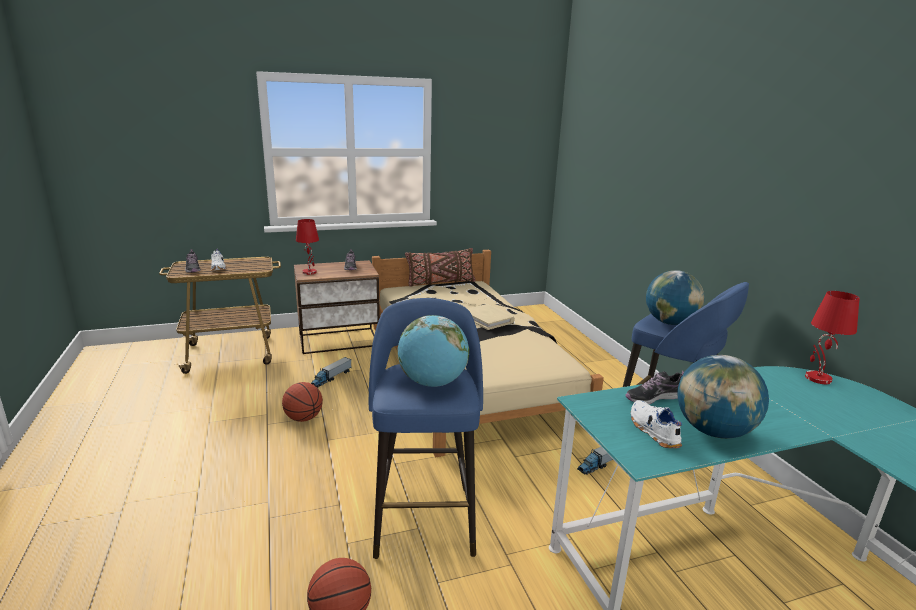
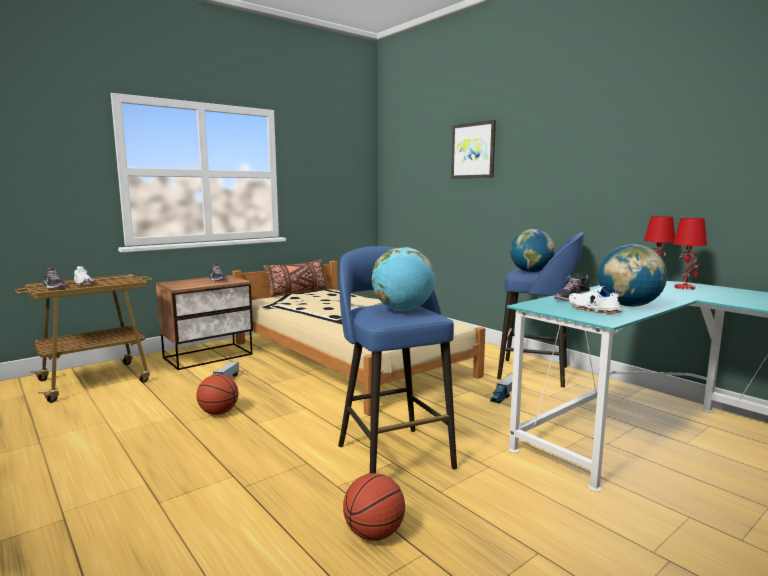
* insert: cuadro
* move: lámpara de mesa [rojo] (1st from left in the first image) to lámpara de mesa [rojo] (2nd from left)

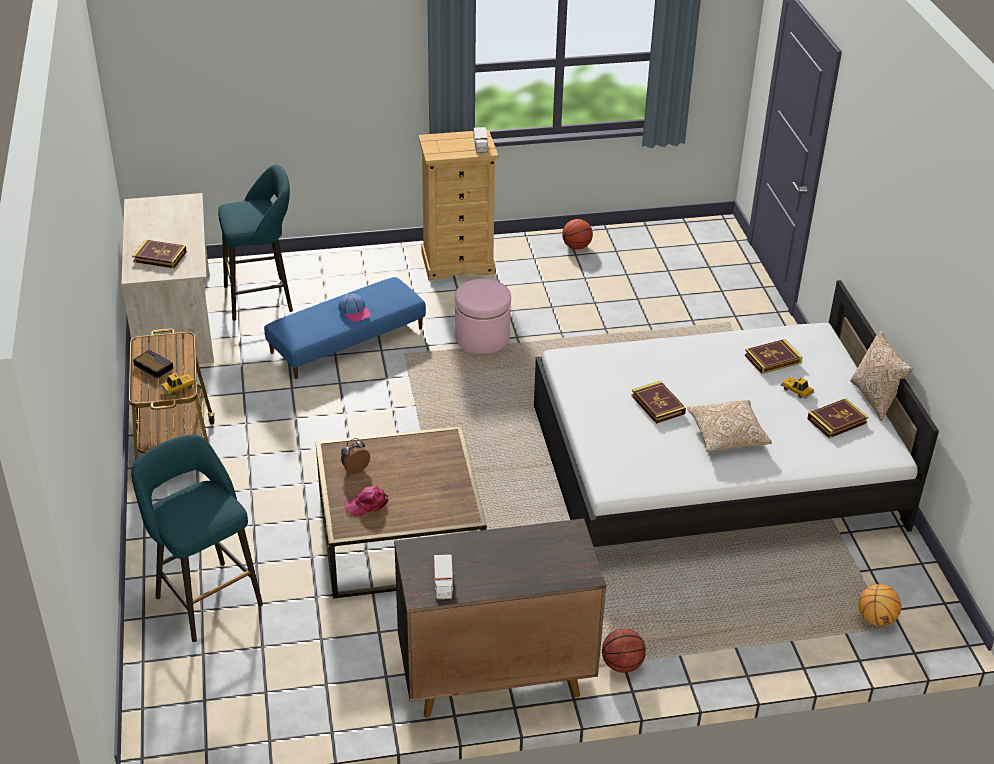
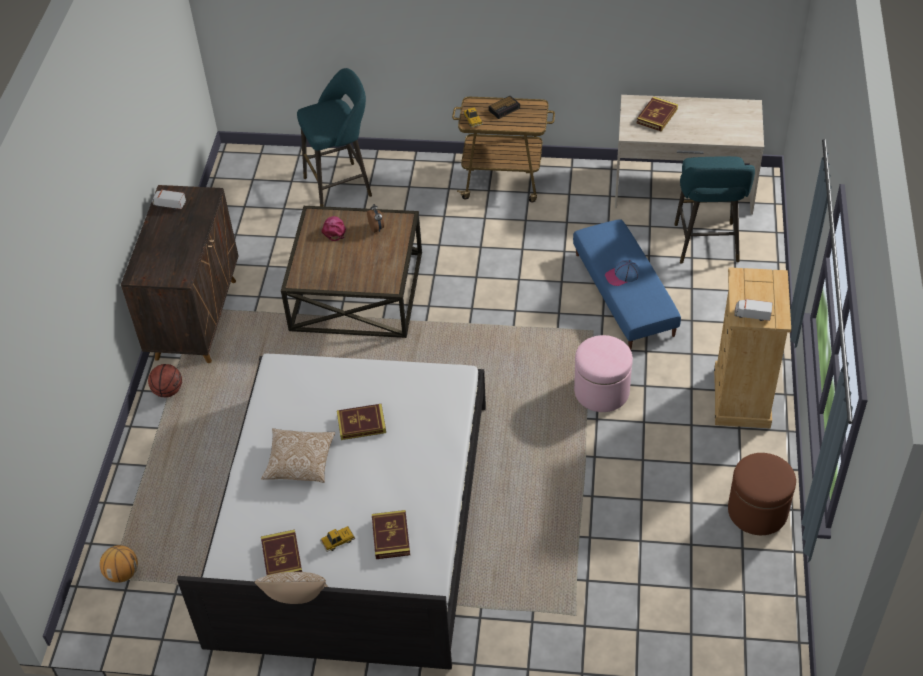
* replace: balón de baloncesto (1st from left) to puf [marrón]

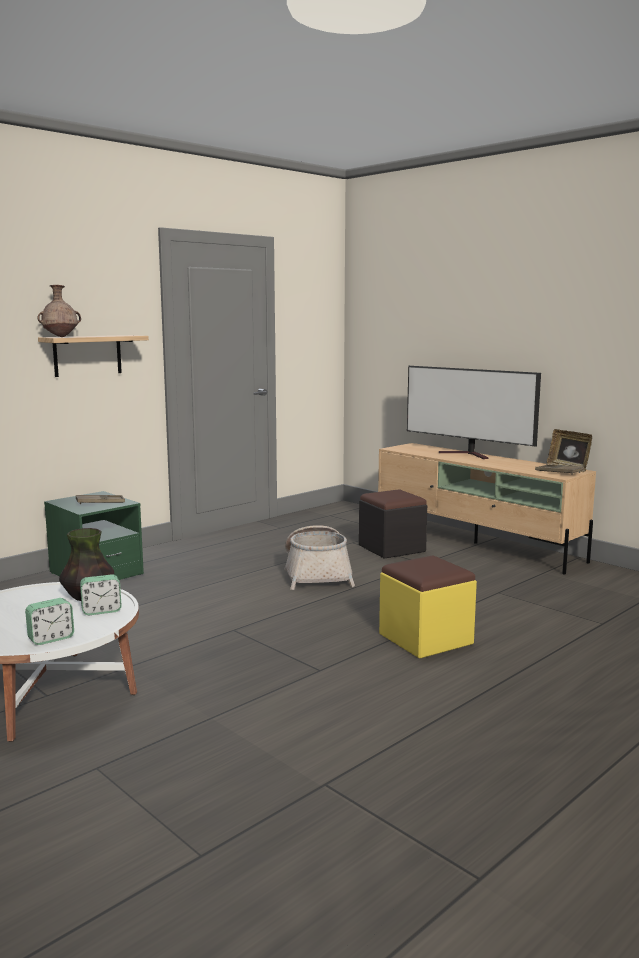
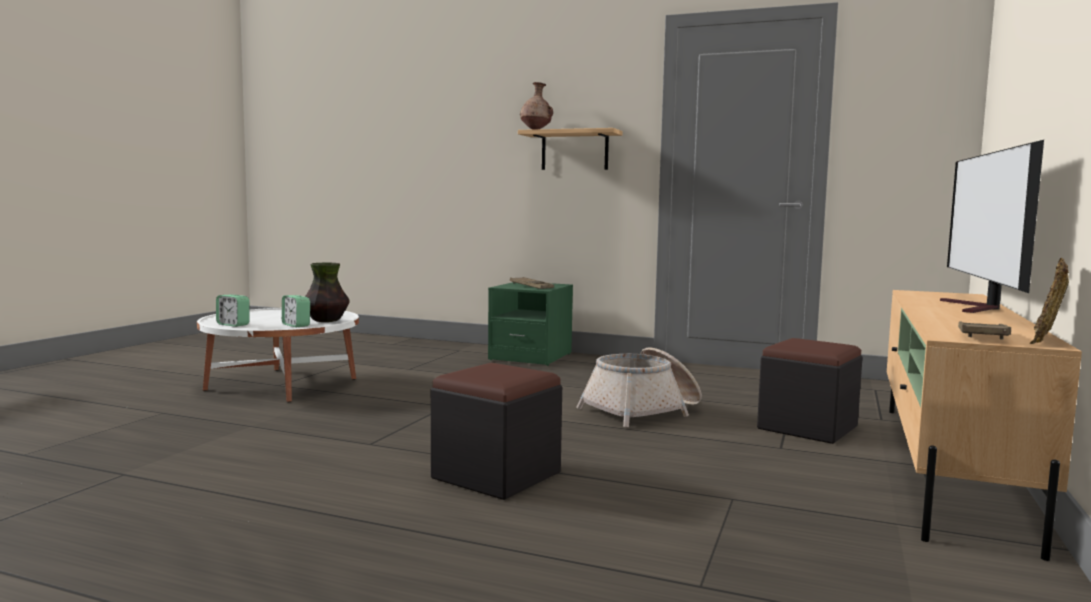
* recolor: puf [amarillo] to puf [negro] (1st from left)

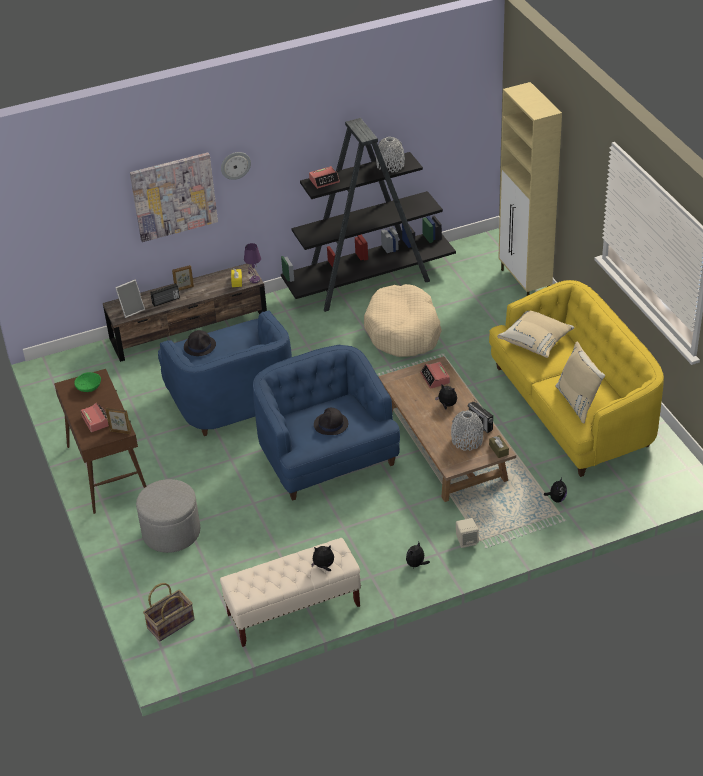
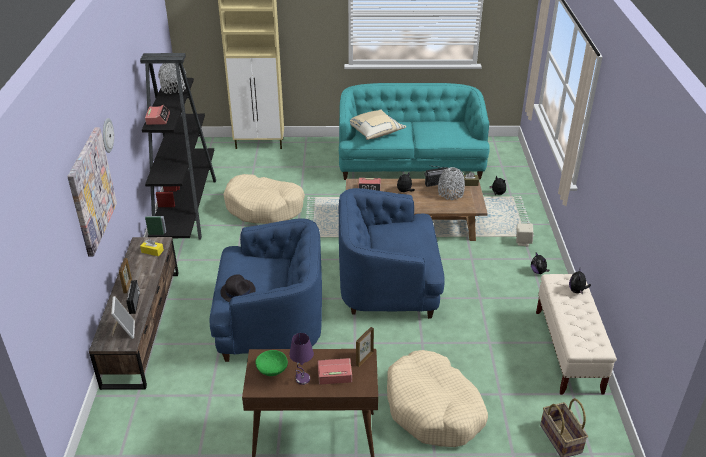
* move: lámpara de mesa [morado]
* recolor: sofá [amarillo] to sofá [turquesa]
* replace: puf [gris] to cama para perro [beis] (2nd from left)
* delete: sombrero [negro] (2nd from left)
* delete: cojín [beis] (2nd from left)

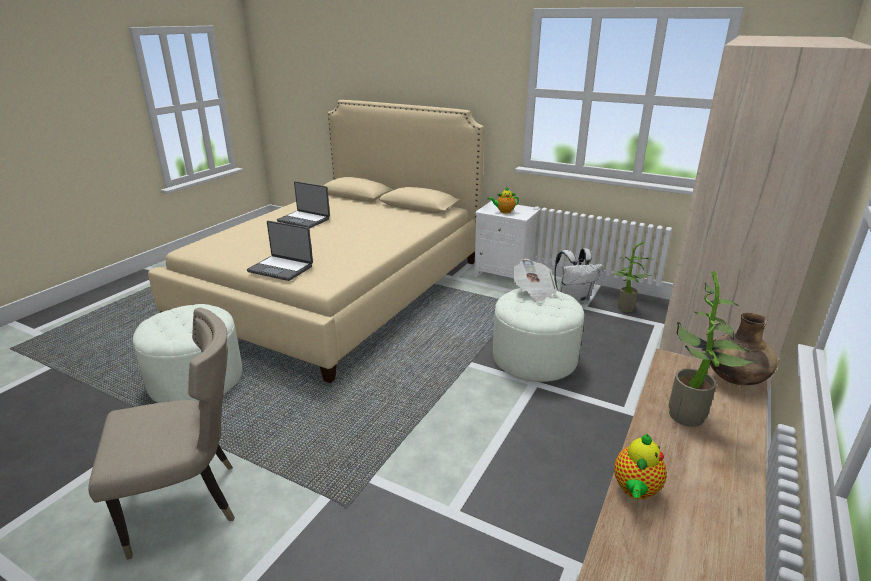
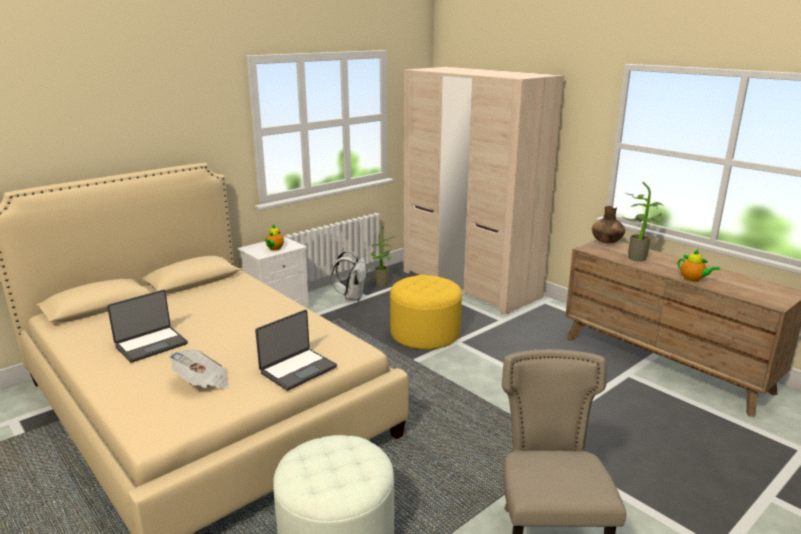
* move: periódico
* recolor: puf [blanco] (2nd from left) to puf [amarillo]

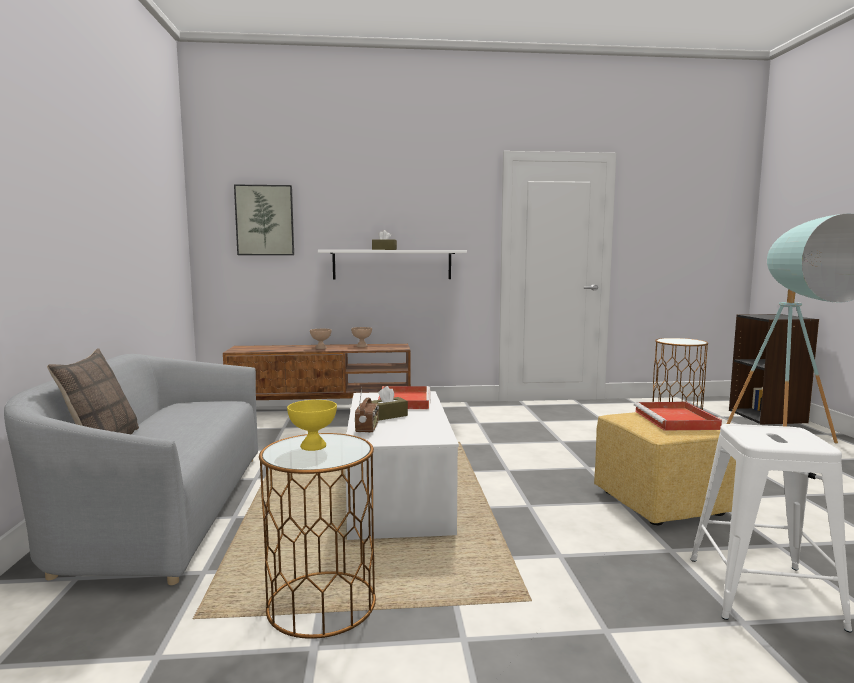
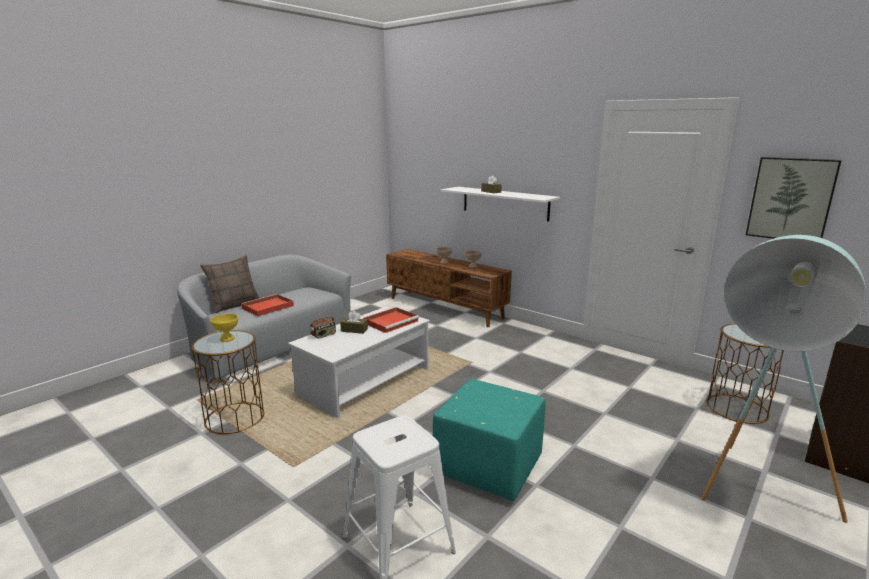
* move: bandeja [rojo] (2nd from left in the first image) to bandeja [rojo] (1st from left)
* recolor: puf [amarillo] to puf [turquesa]
* move: cuadro

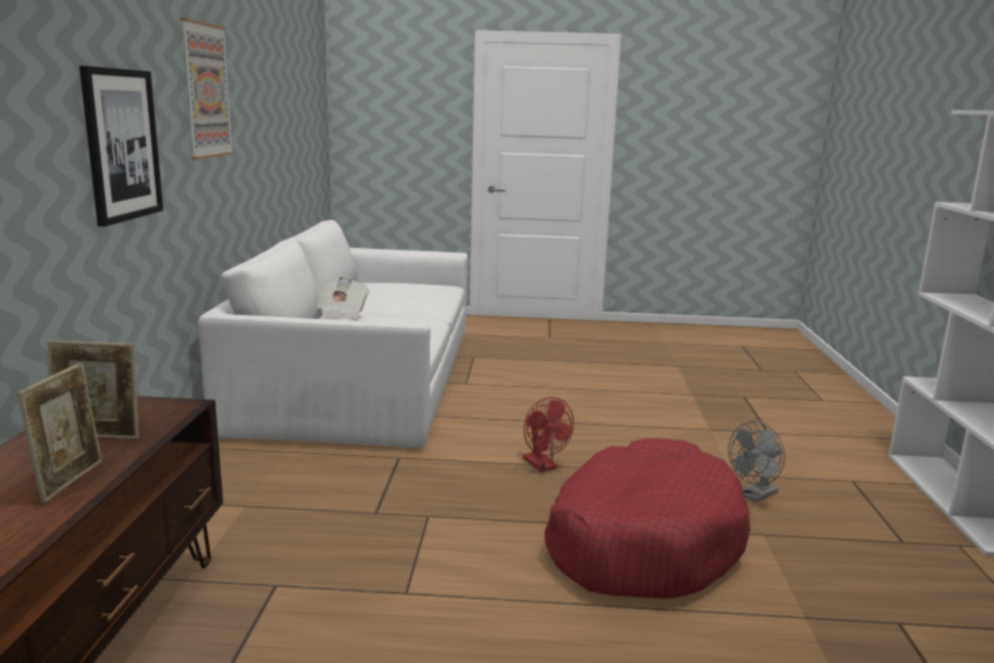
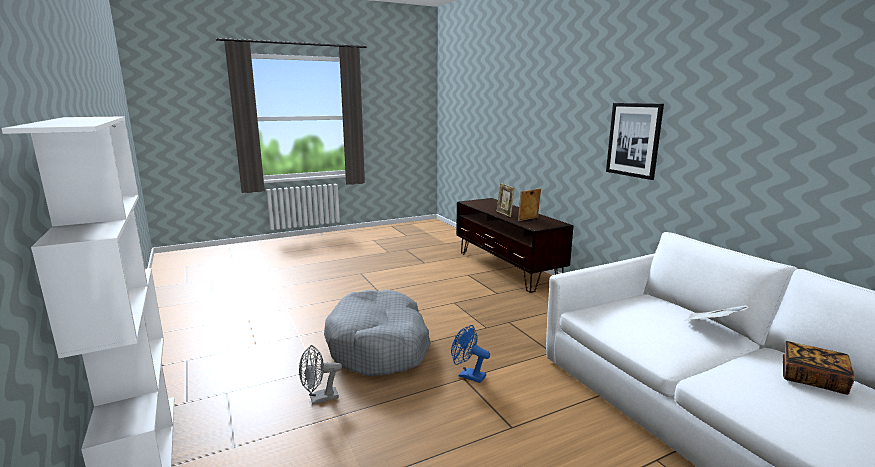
* rotate: ventilador [gris] 135 degrees counterclockwise
* recolor: cama para perro [rojo] to cama para perro [gris]
* recolor: ventilador [rojo] to ventilador [azul]
* insert: libro
* delete: cuadro (2nd from left)

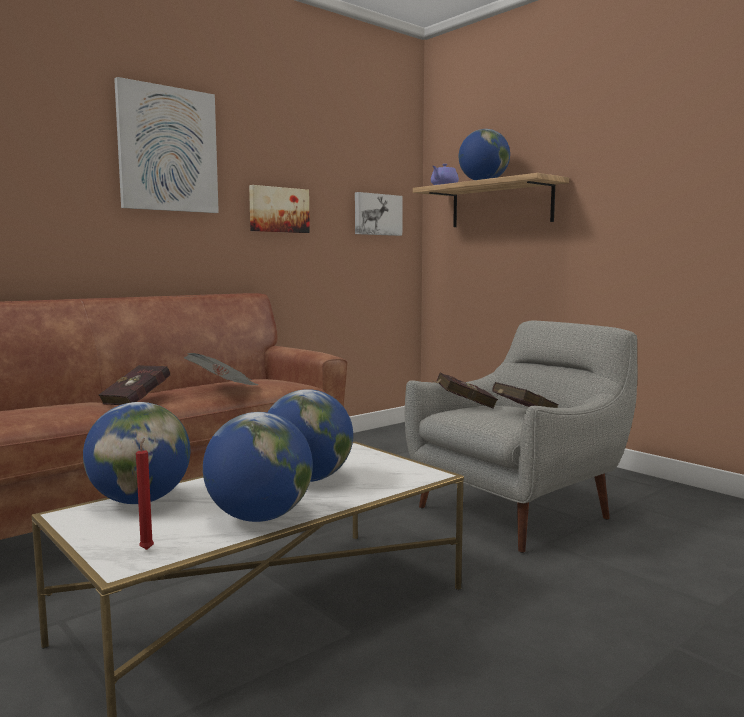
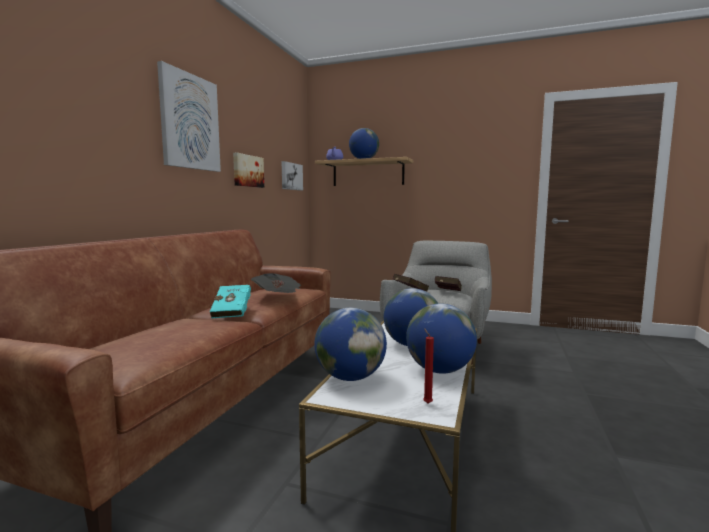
* recolor: libro [rojo] (1st from left) to libro [turquesa]

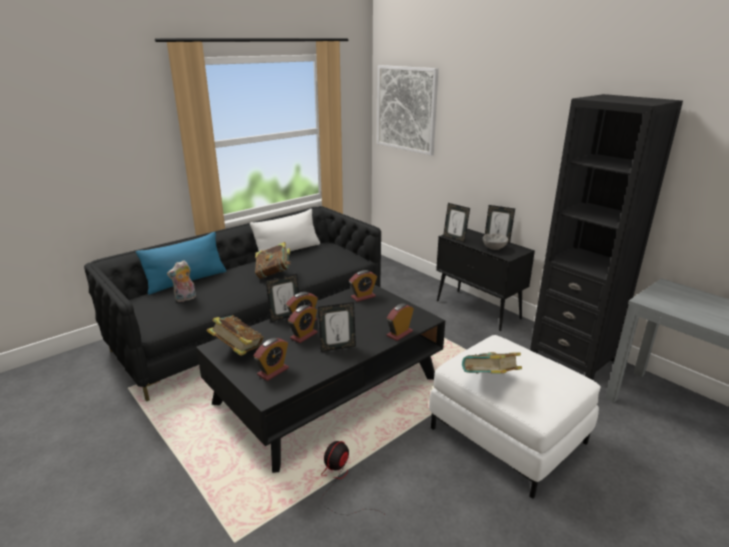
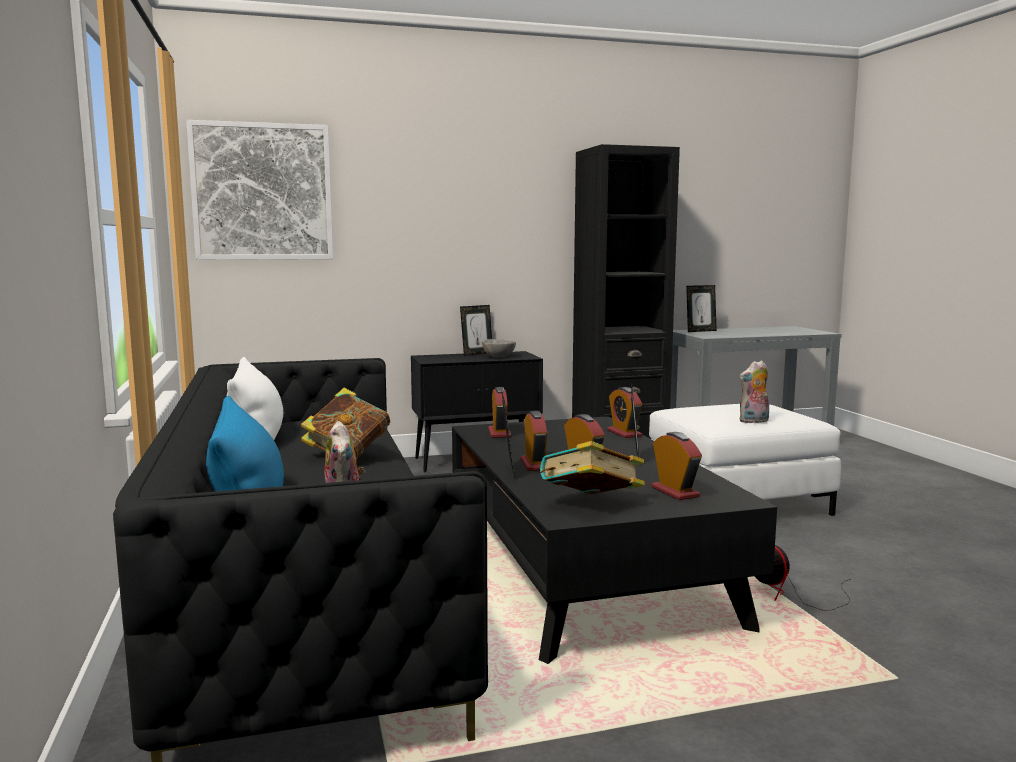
* move: portarretratos (3rd from left in the first image) to portarretratos (4th from left)
* replace: libro (3rd from left) to peluche (2nd from left)

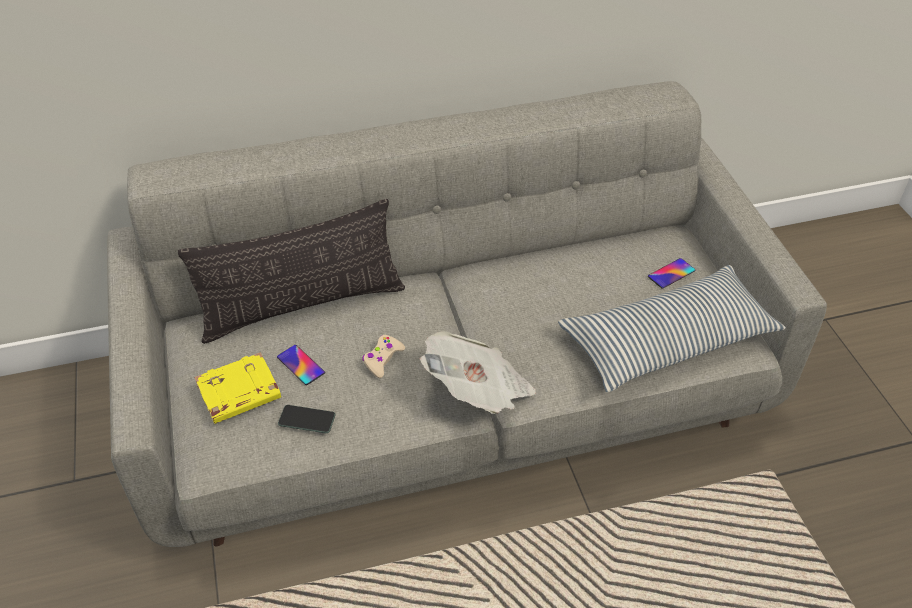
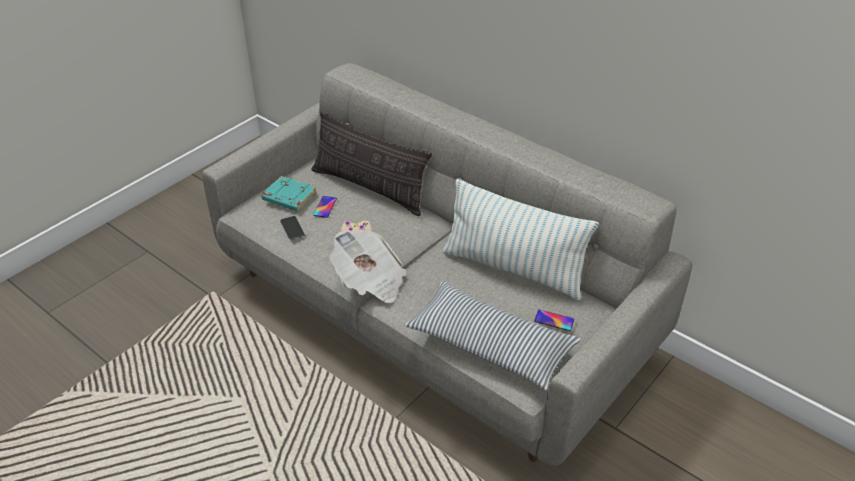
* recolor: libro [amarillo] to libro [turquesa]
* insert: cojín (3rd from left)

